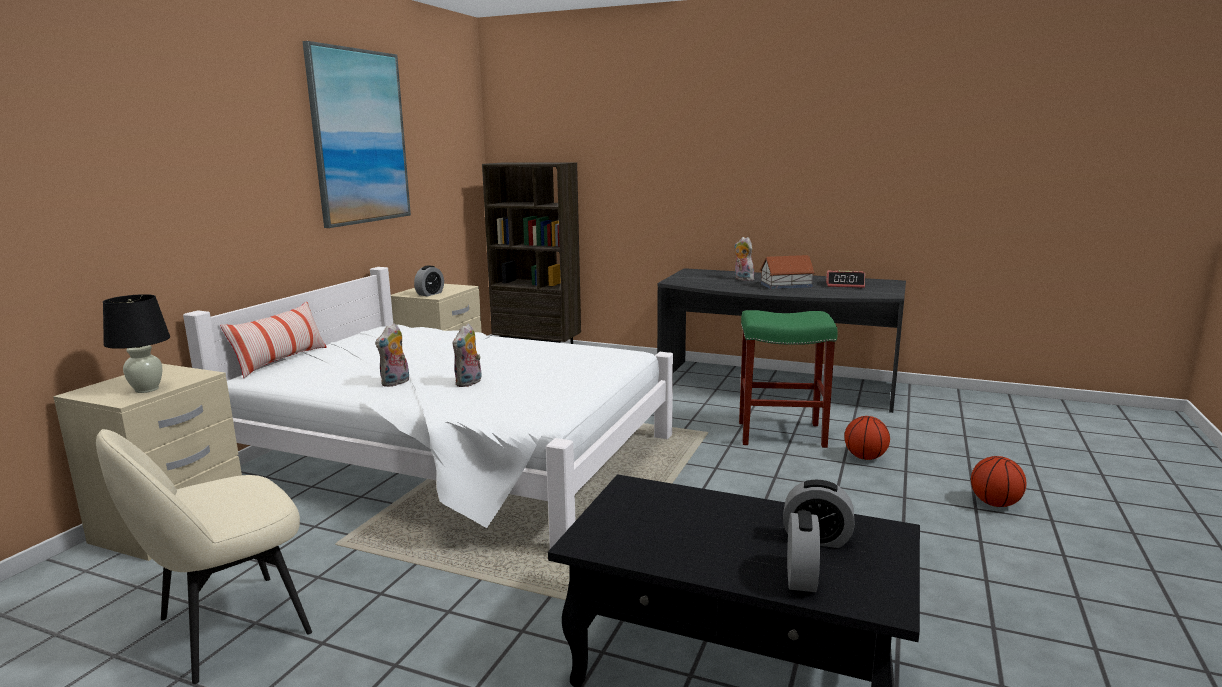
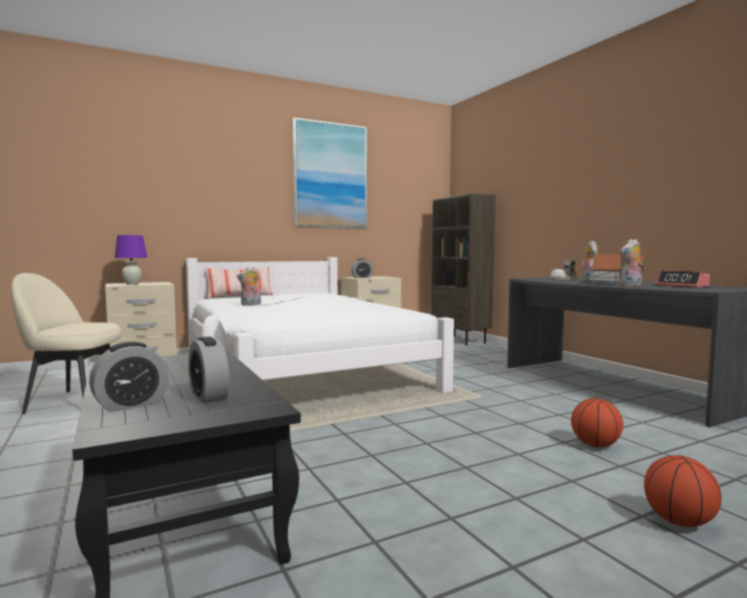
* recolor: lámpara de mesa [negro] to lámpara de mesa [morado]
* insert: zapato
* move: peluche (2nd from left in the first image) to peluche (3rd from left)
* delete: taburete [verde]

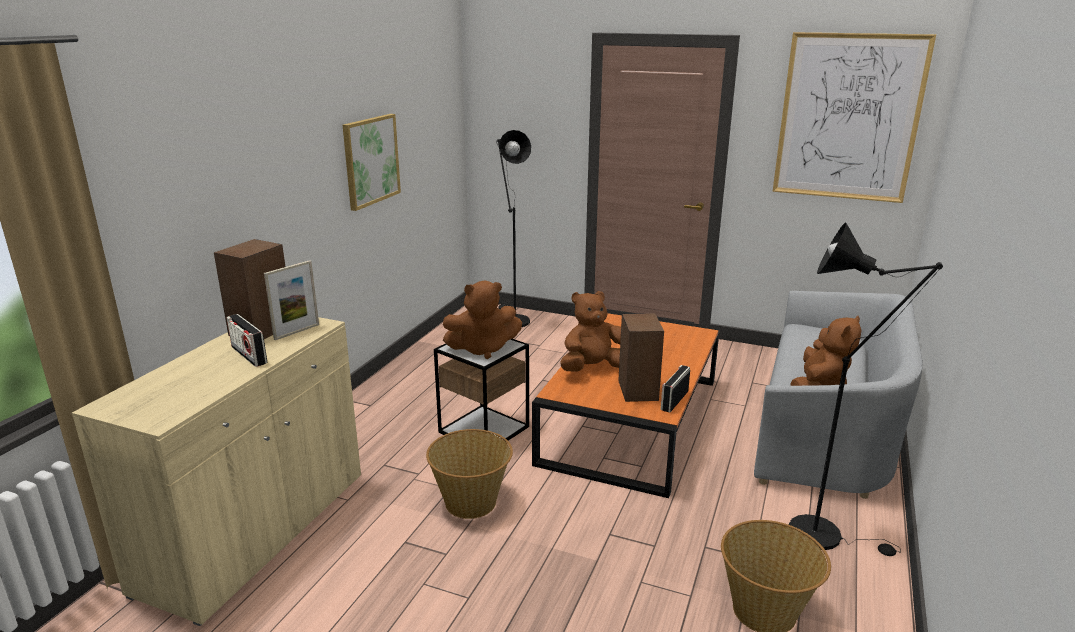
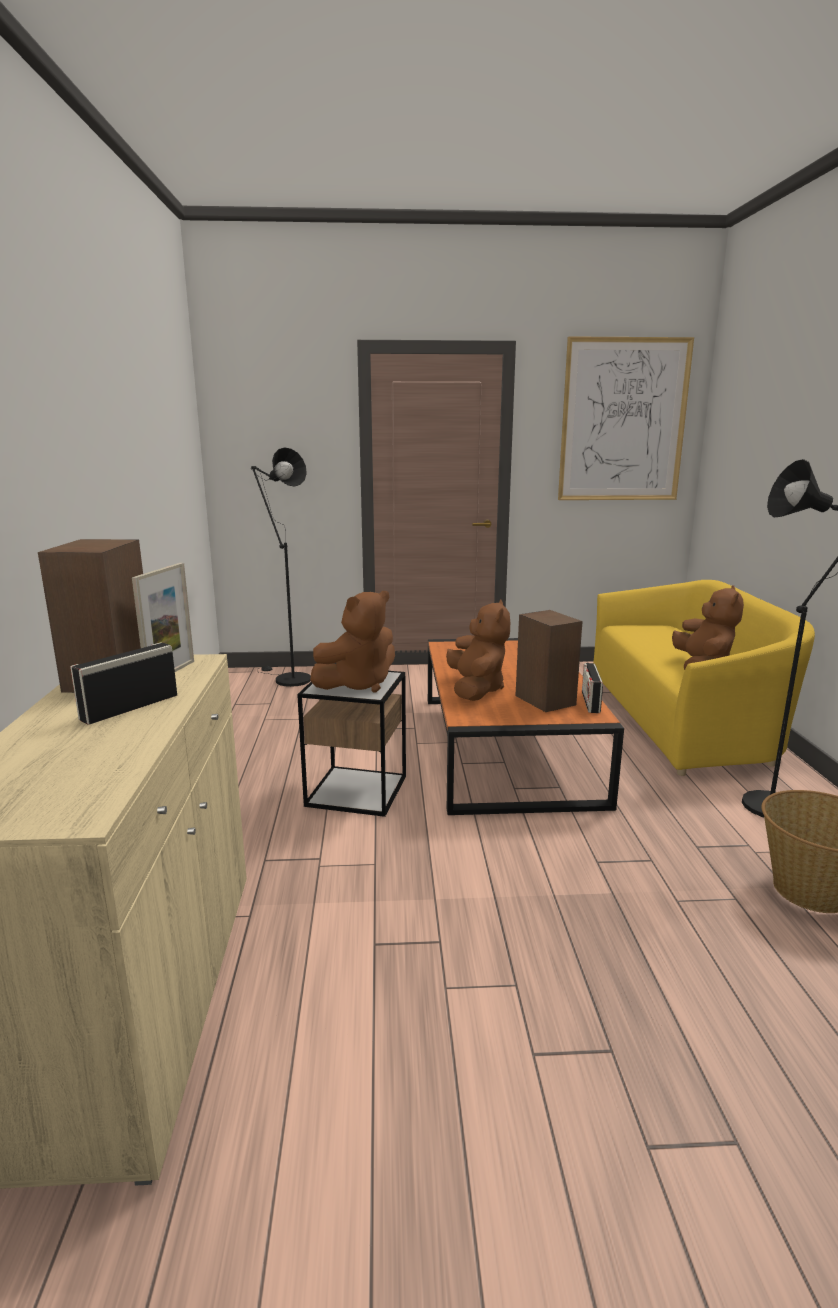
* rotate: radio (1st from left) 105 degrees clockwise
* rotate: peluche [marrón] (2nd from left) 135 degrees clockwise
* recolor: sofá [gris] to sofá [amarillo]
* delete: cuadro (1st from left)
* delete: cesta (1st from left)

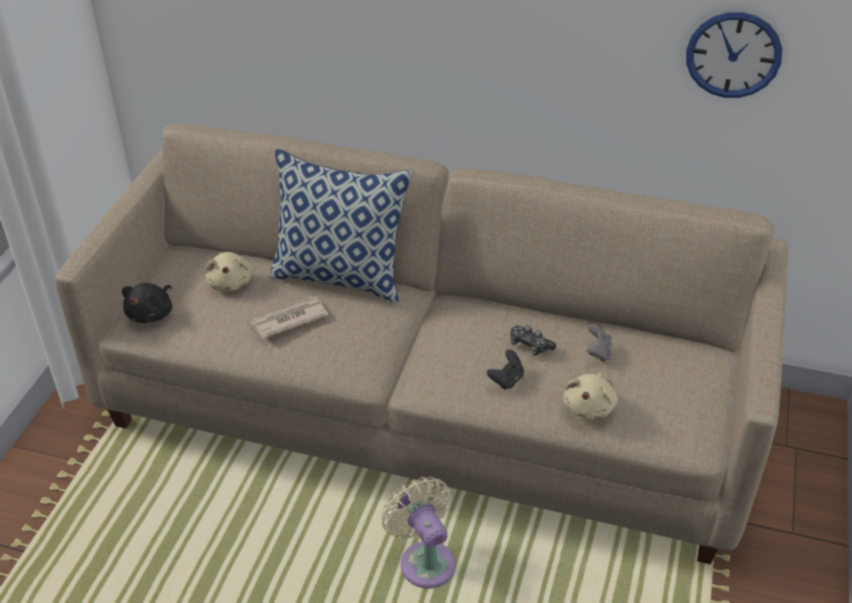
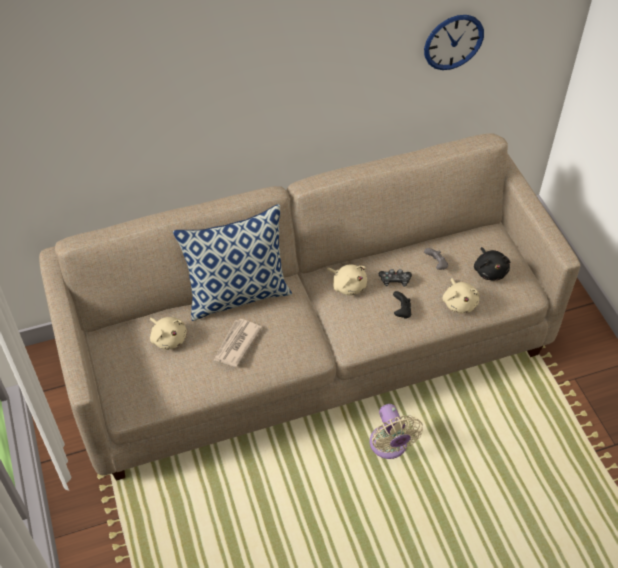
* insert: peluche [beis] (2nd from left)
* rotate: ventilador [beis] 135 degrees counterclockwise
* move: peluche [negro]

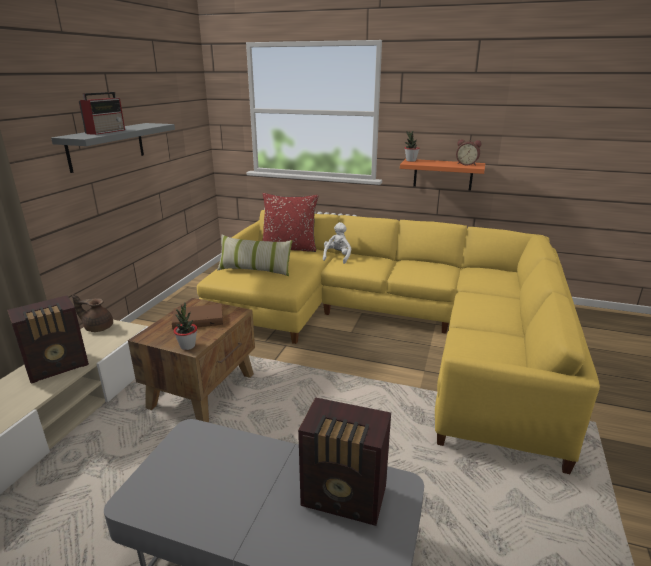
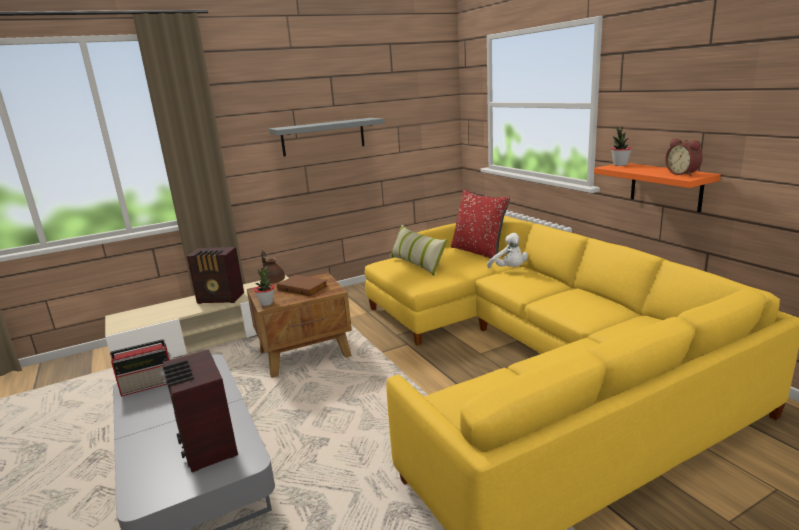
* move: radio (2nd from left in the first image) to radio (1st from left)
* rotate: peluche [blanco] 90 degrees clockwise

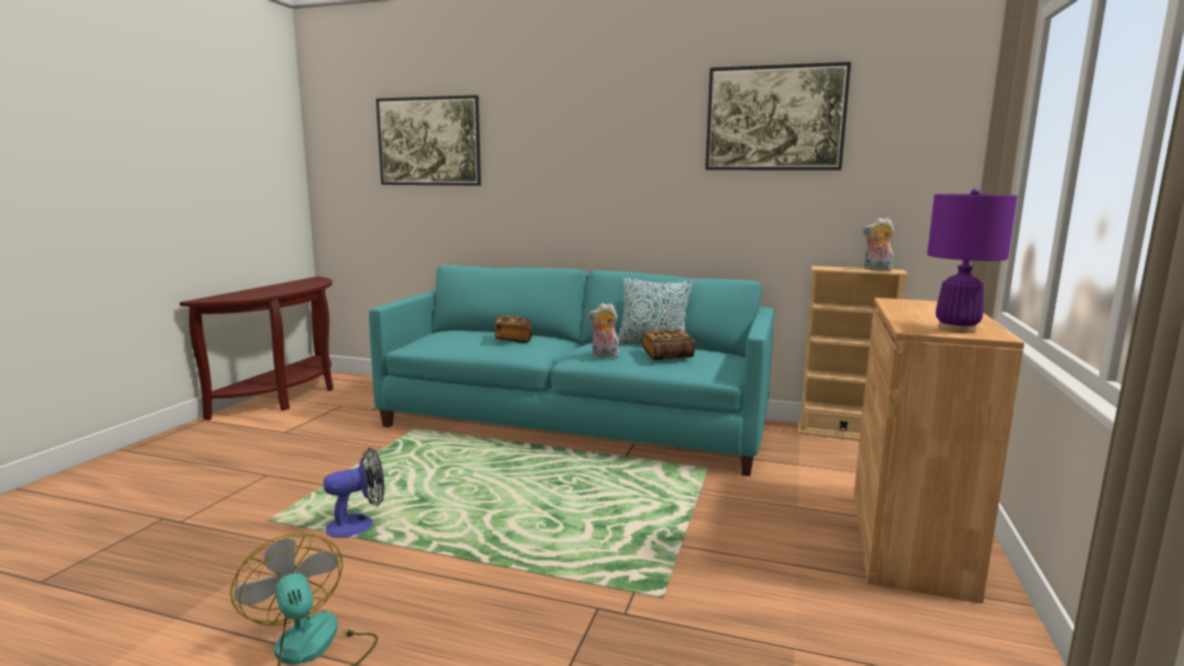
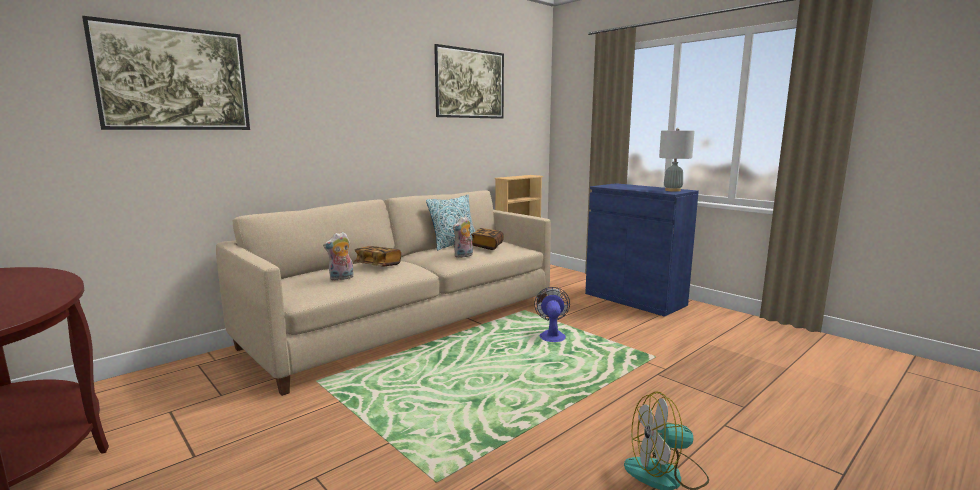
* recolor: sofá [turquesa] to sofá [beis]
* move: peluche (2nd from left in the first image) to peluche (1st from left)
* move: ventilador (2nd from left in the first image) to ventilador (1st from left)
* recolor: armario [marrón] to armario [azul]
* recolor: lámpara de mesa [morado] to lámpara de mesa [gris]

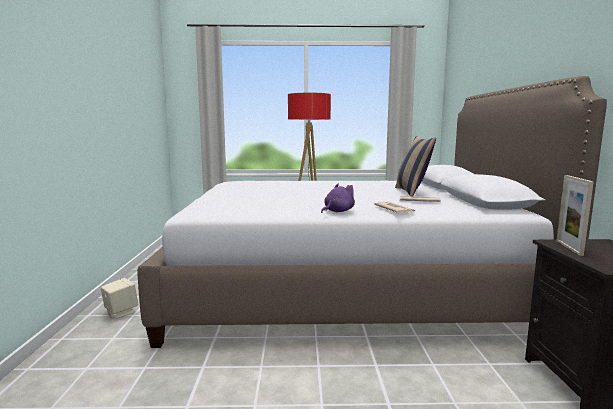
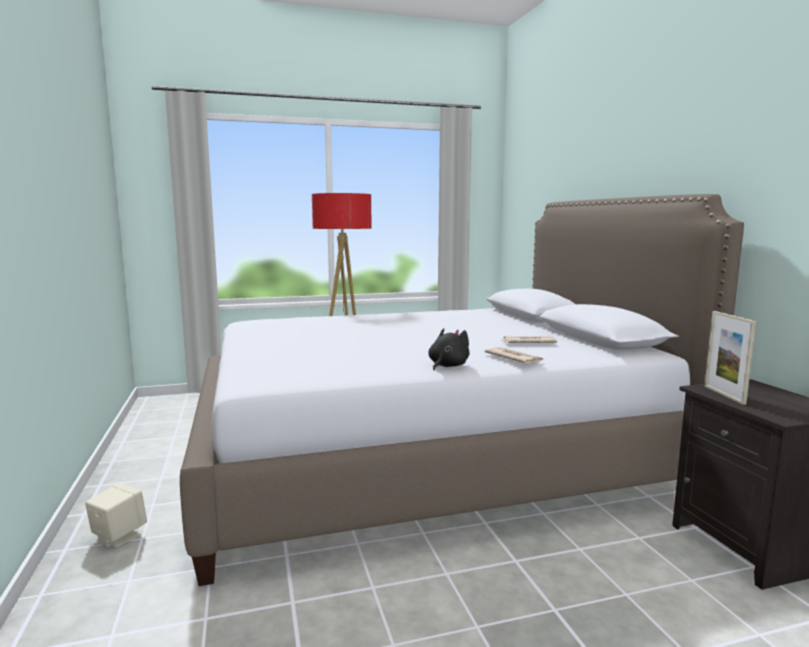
* recolor: peluche [morado] to peluche [negro]
* delete: cojín

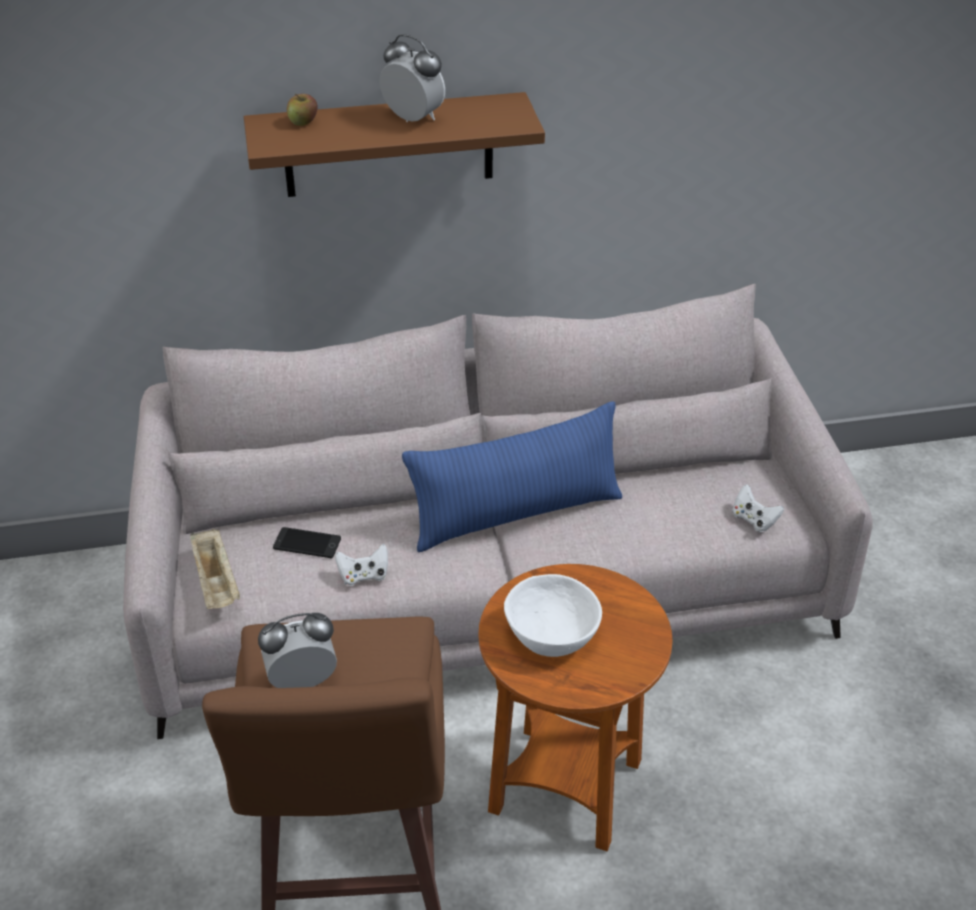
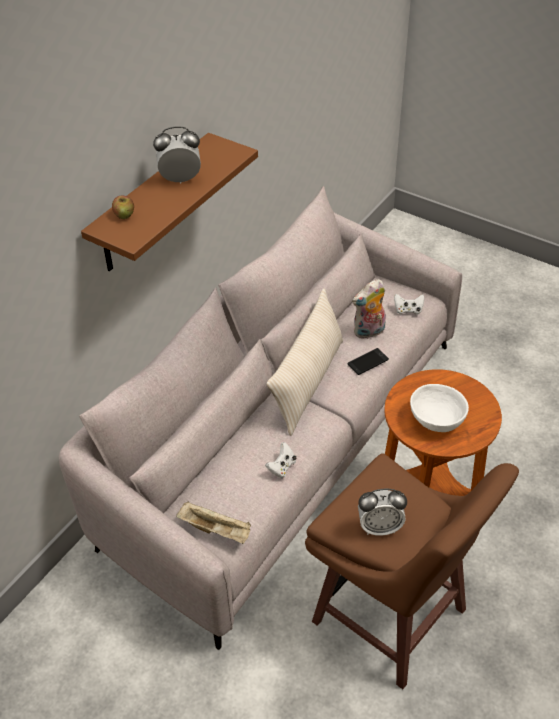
* recolor: cojín [azul] to cojín [beis]
* move: móvil
* insert: peluche
* rotate: despertador (1st from left in the first image) 120 degrees counterclockwise

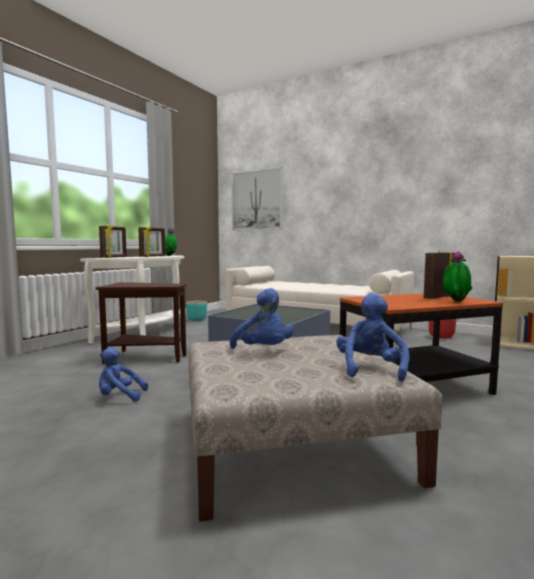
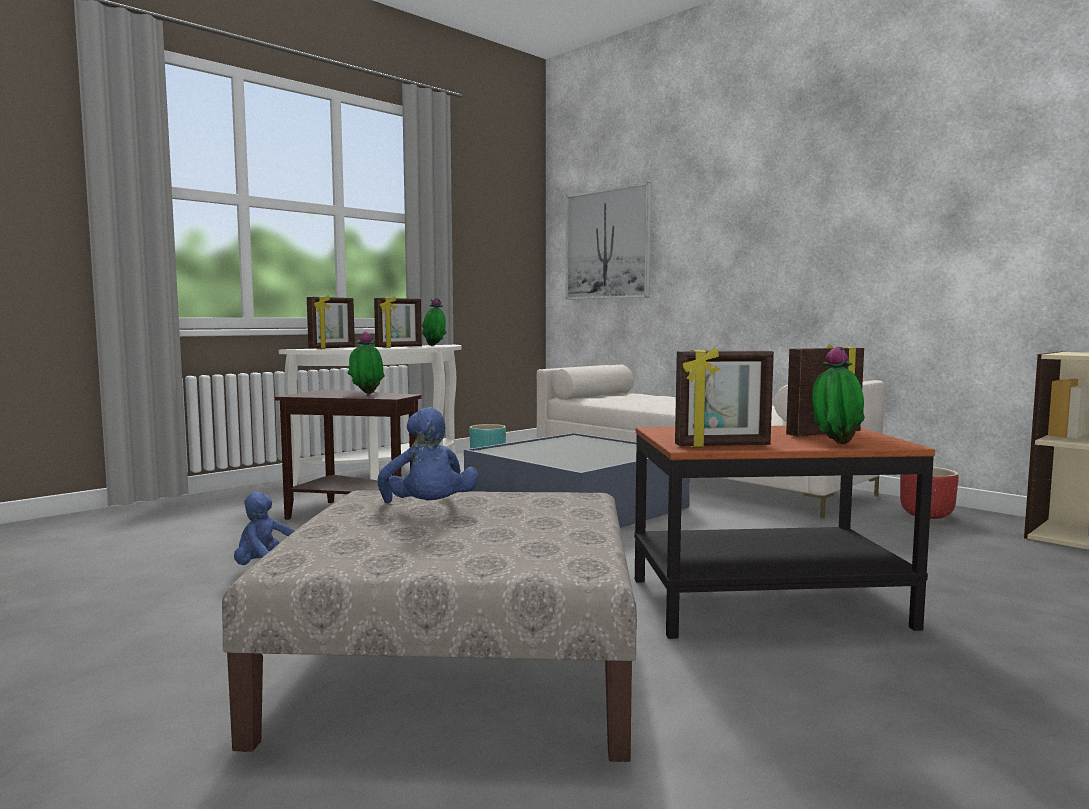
* insert: planta en maceta (1st from left)
* insert: portarretratos (3rd from left)
* delete: peluche [azul] (3rd from left)

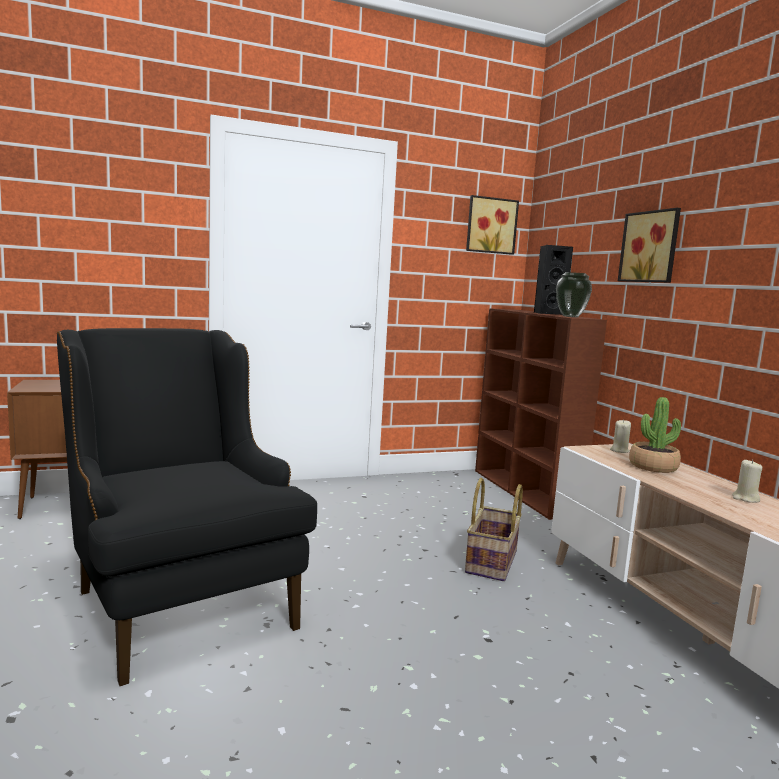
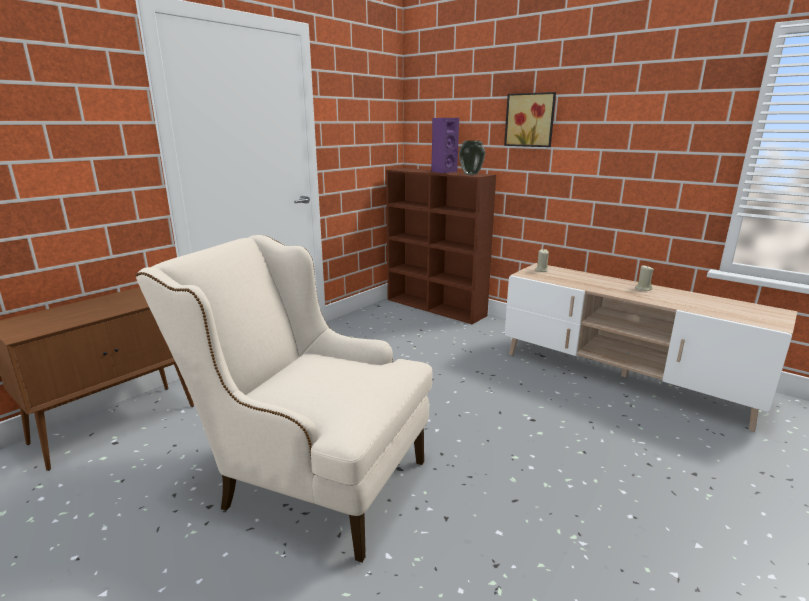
* recolor: sillón [negro] to sillón [beis]
* recolor: altavoz [negro] to altavoz [morado]
* delete: cesta
* delete: cuadro (1st from left)
* delete: planta en maceta

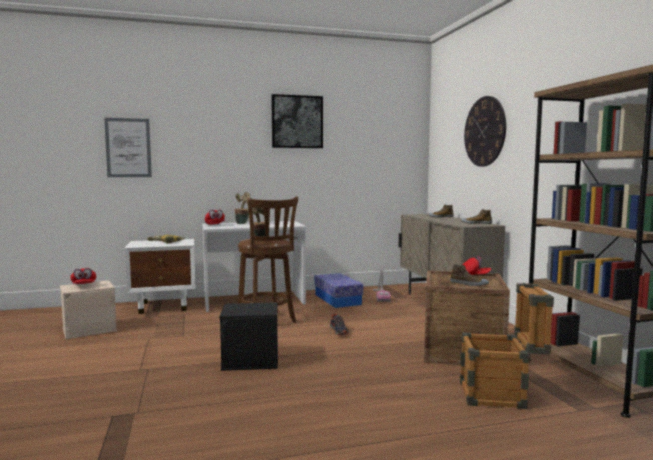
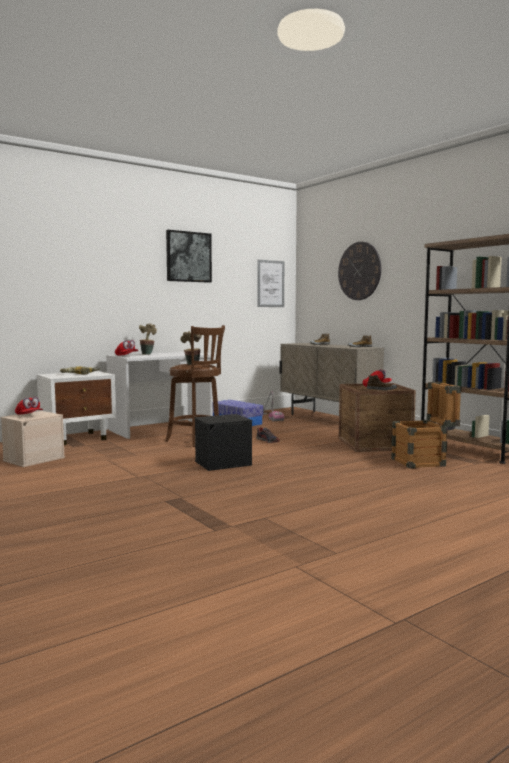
* move: cuadro (1st from left in the first image) to cuadro (2nd from left)

